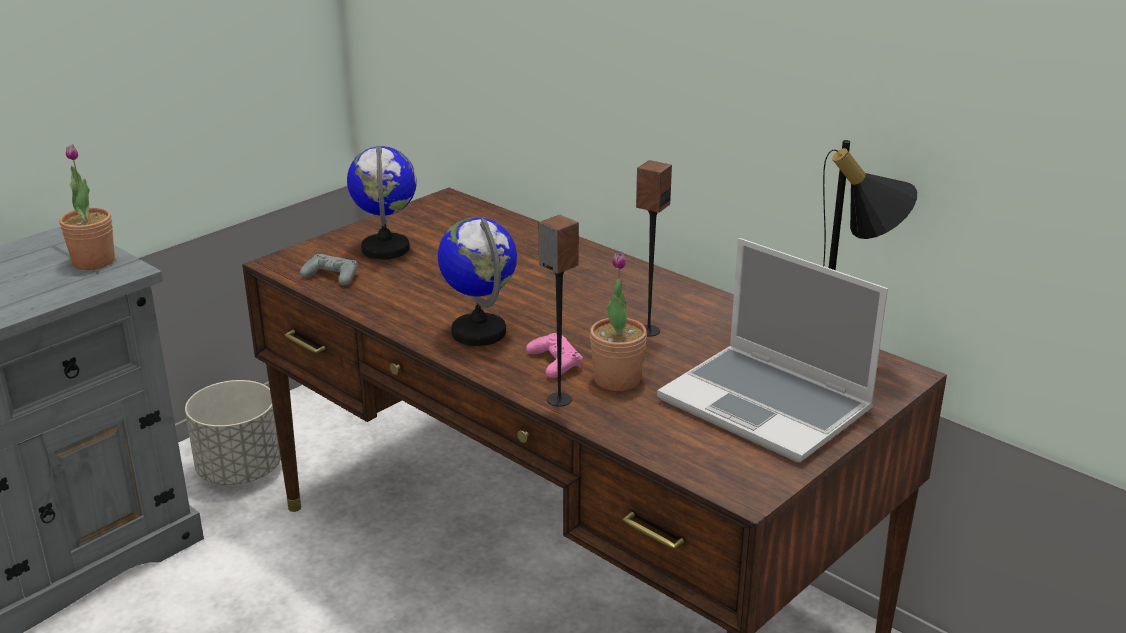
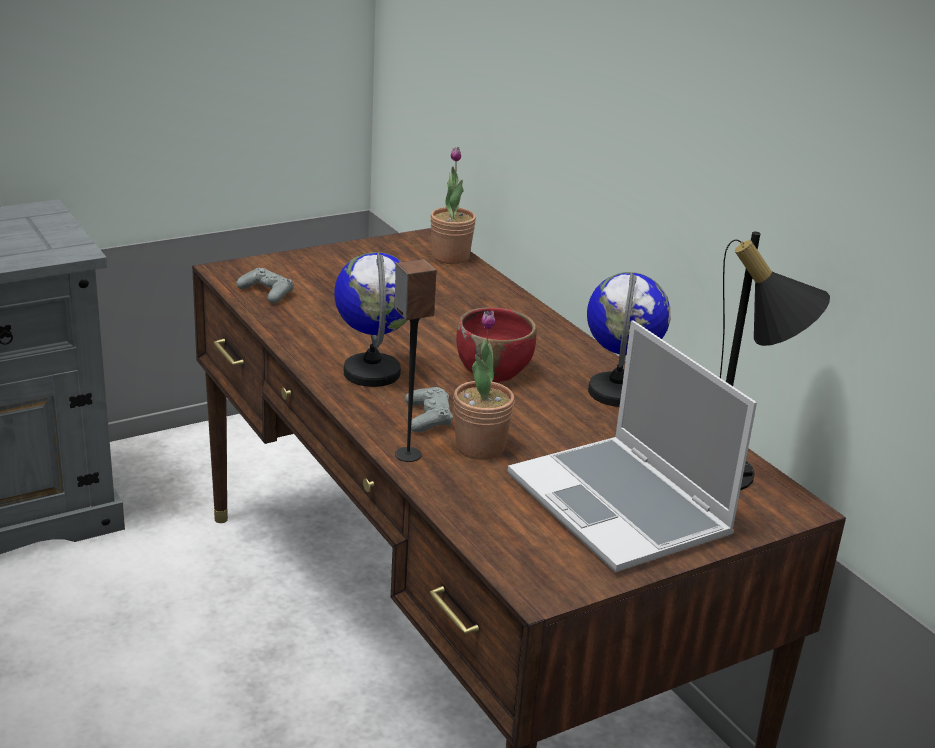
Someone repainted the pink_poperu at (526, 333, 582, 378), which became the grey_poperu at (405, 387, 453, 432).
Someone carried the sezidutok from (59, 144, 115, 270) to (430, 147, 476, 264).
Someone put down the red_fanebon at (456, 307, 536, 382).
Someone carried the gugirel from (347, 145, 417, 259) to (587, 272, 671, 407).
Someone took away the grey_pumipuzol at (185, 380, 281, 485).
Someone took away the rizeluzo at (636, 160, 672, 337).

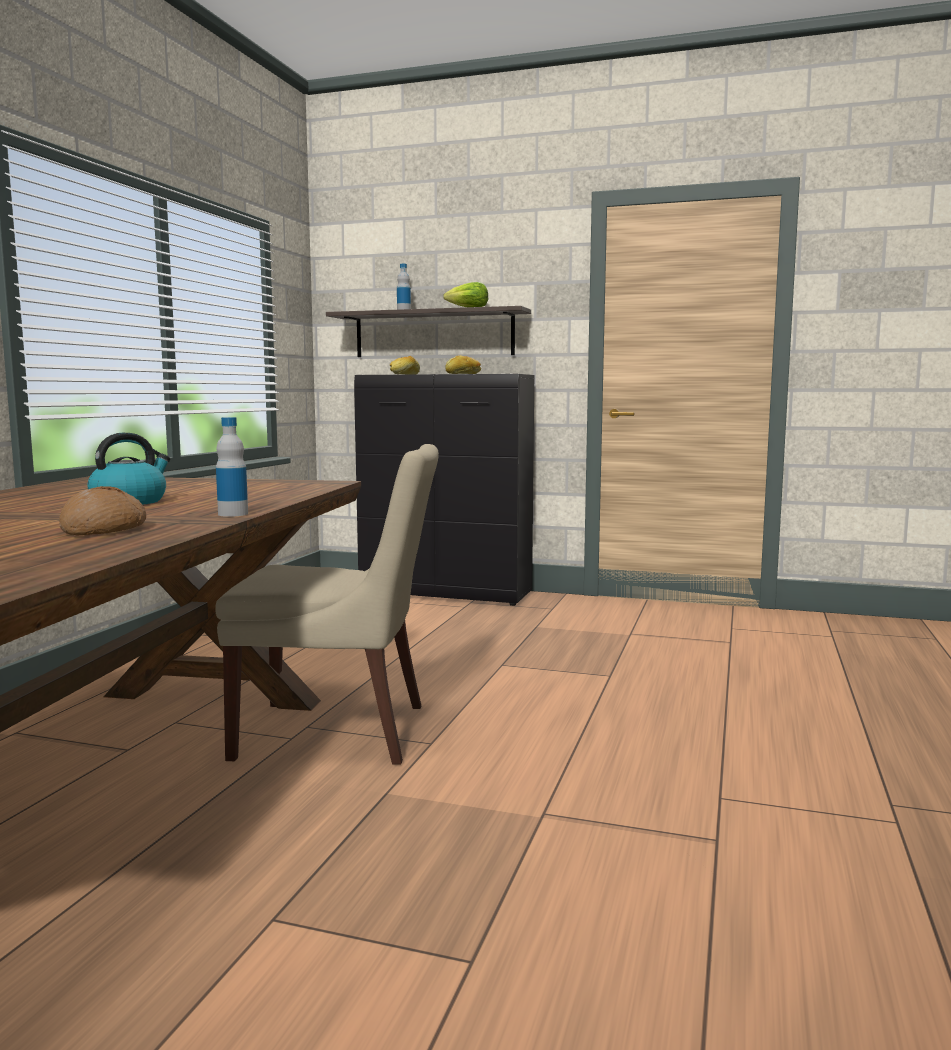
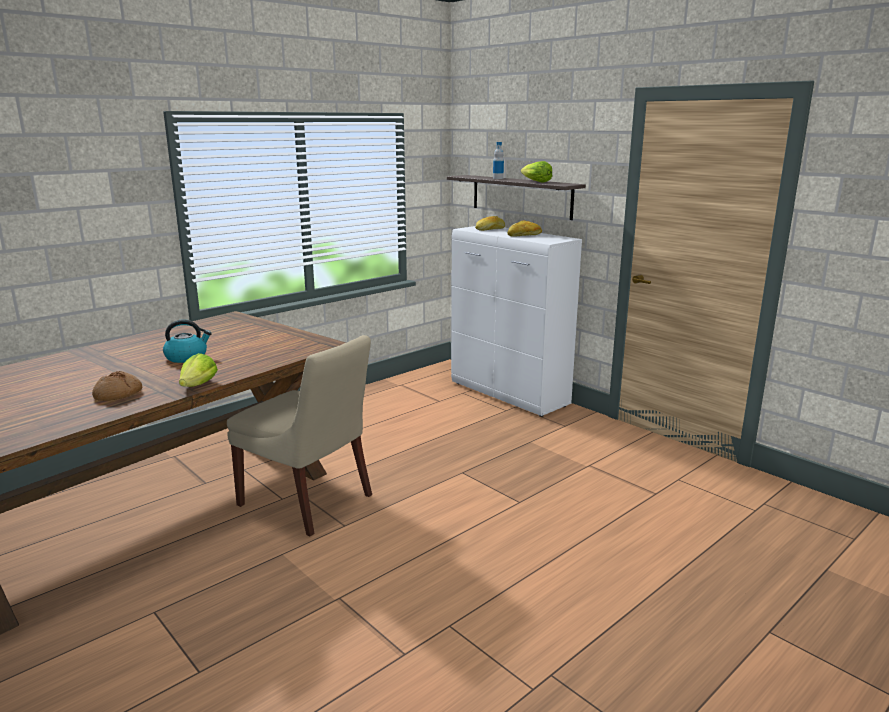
Someone swapped the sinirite at (216, 417, 248, 517) for the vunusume at (179, 353, 218, 387).
Someone repainted the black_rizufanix at (354, 374, 534, 606), which became the white_rizufanix at (451, 226, 582, 417).

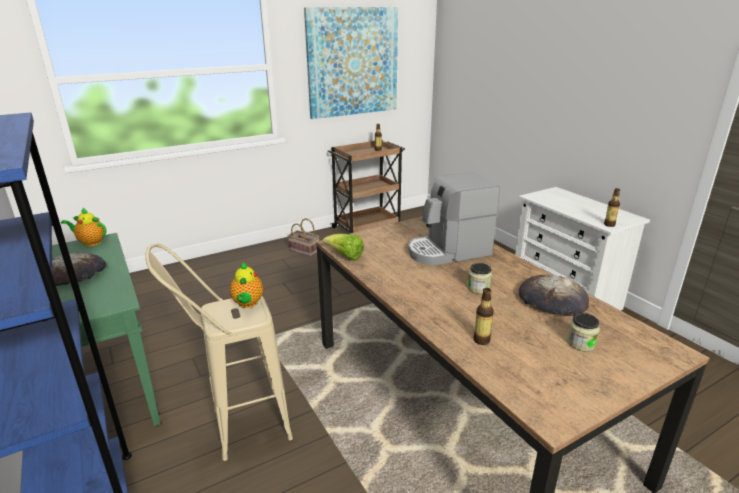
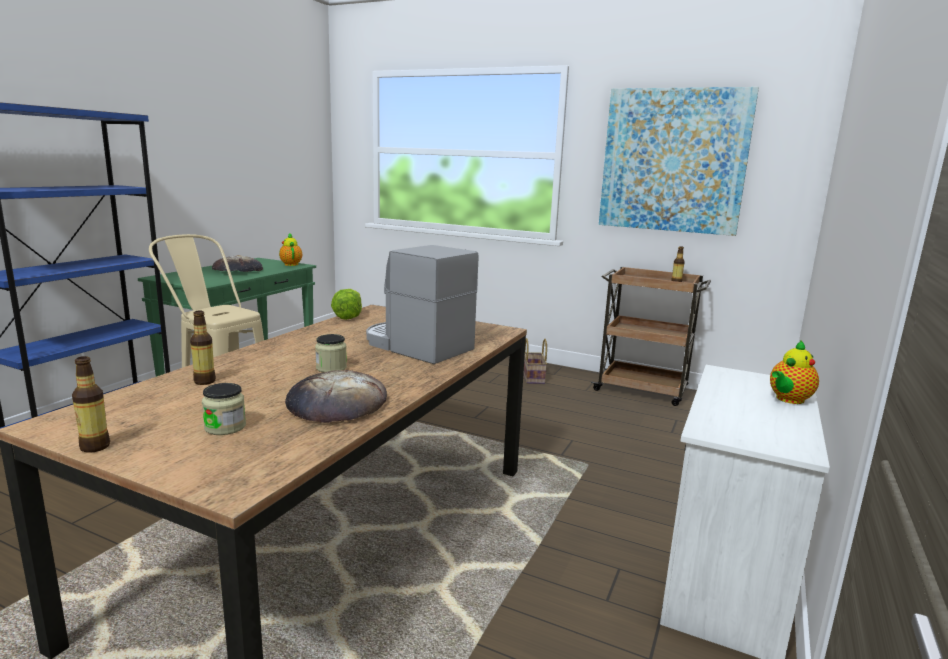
Someone carried the sinirite from (604, 188, 620, 227) to (72, 356, 110, 453).
Someone carried the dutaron from (230, 262, 263, 308) to (770, 340, 819, 404).

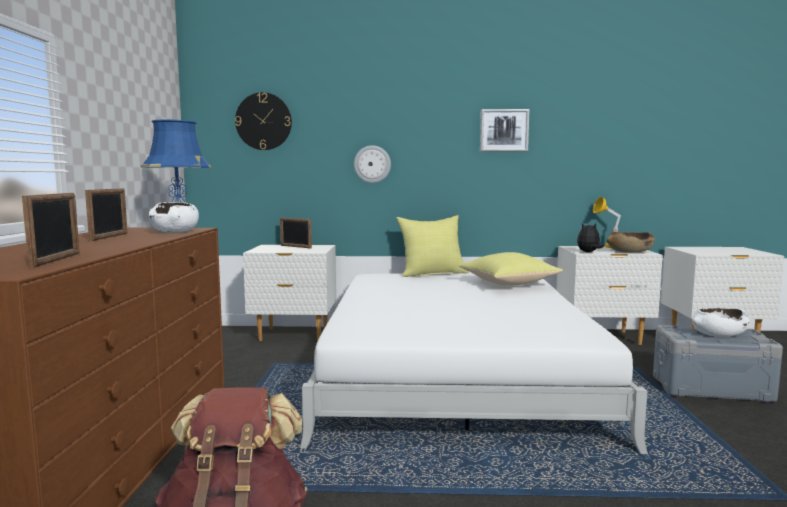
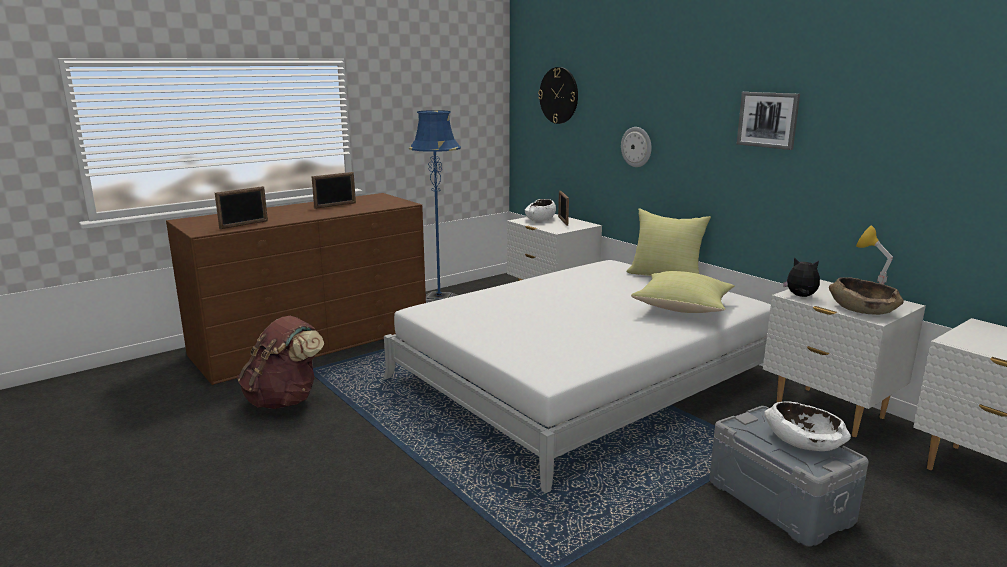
Someone carried the white_fanebon from (149, 202, 199, 232) to (525, 199, 556, 221).

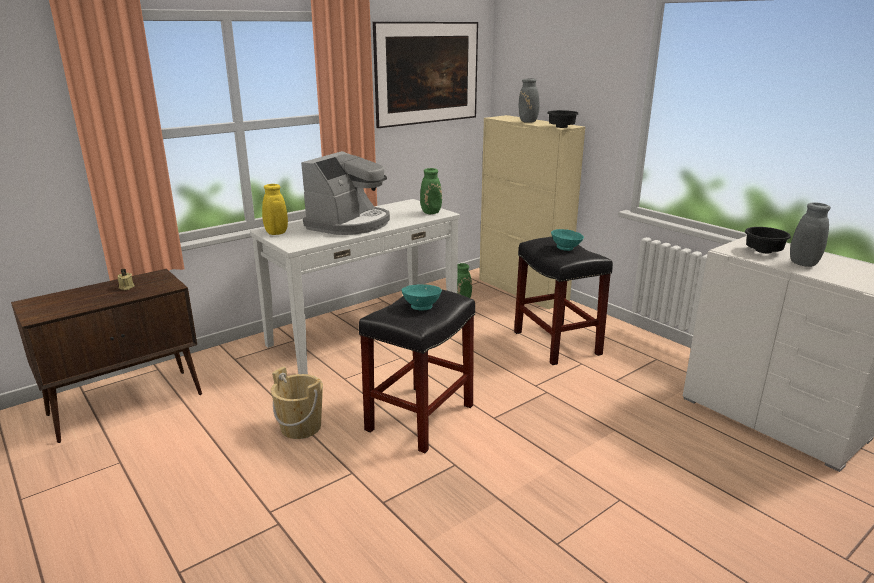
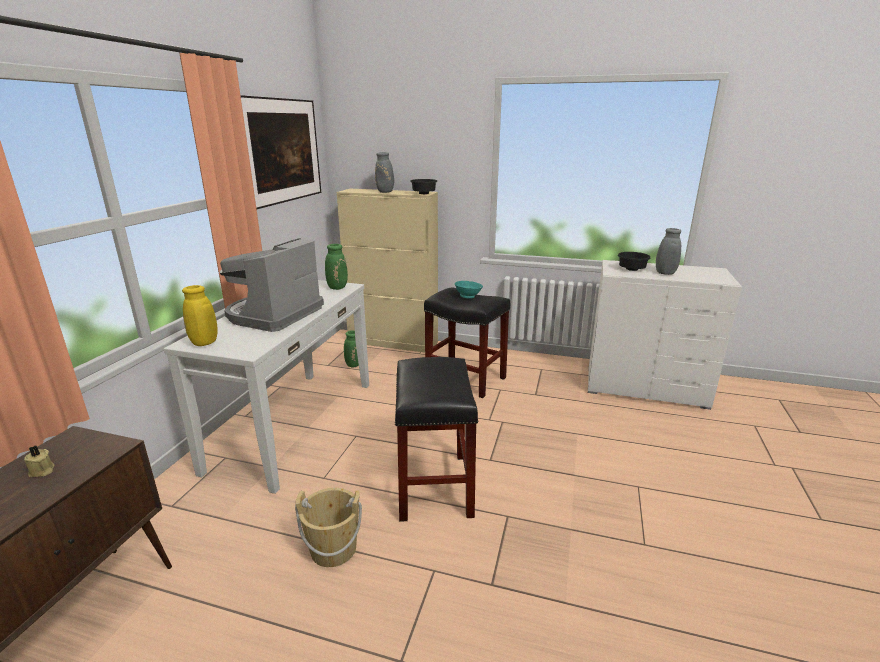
Someone rotated the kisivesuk at (301, 151, 390, 235) by 150 degrees counterclockwise.
Someone took away the turquoise_fanebon at (402, 284, 442, 310).

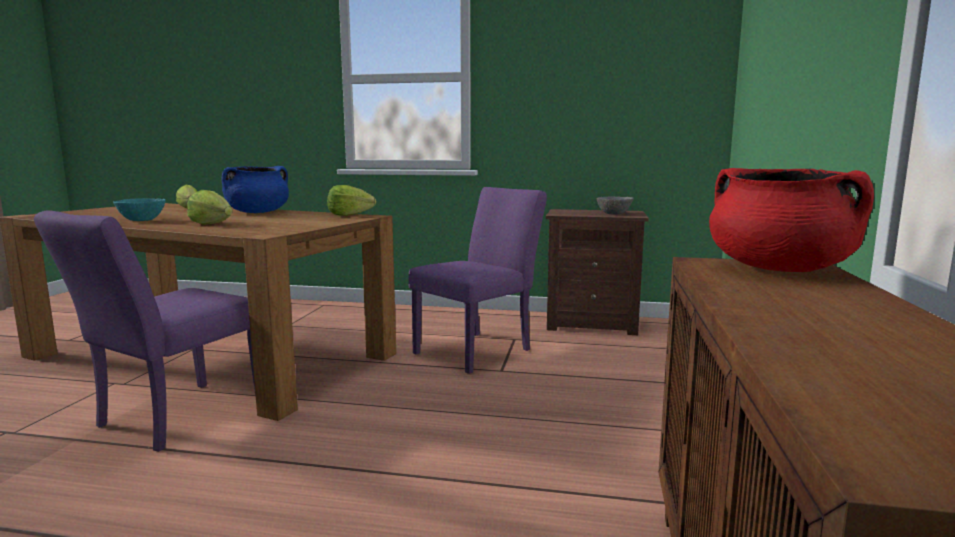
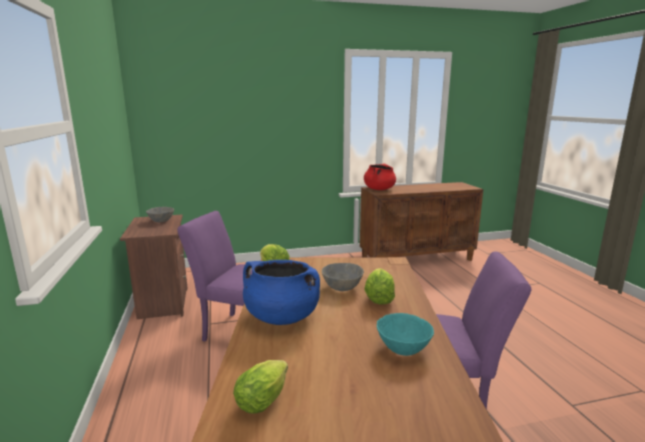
Someone put down the grey_fanebon at (322, 263, 364, 291).

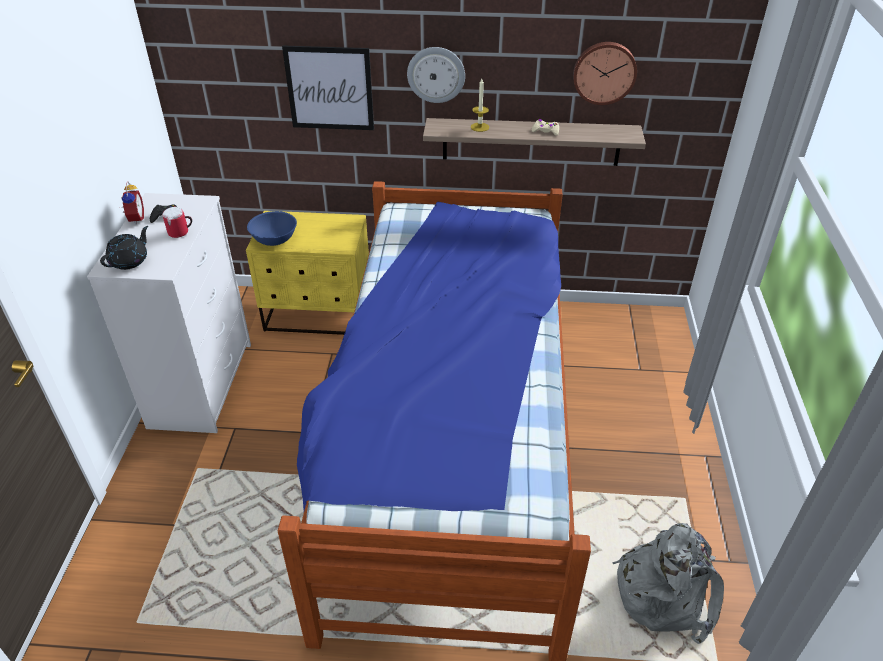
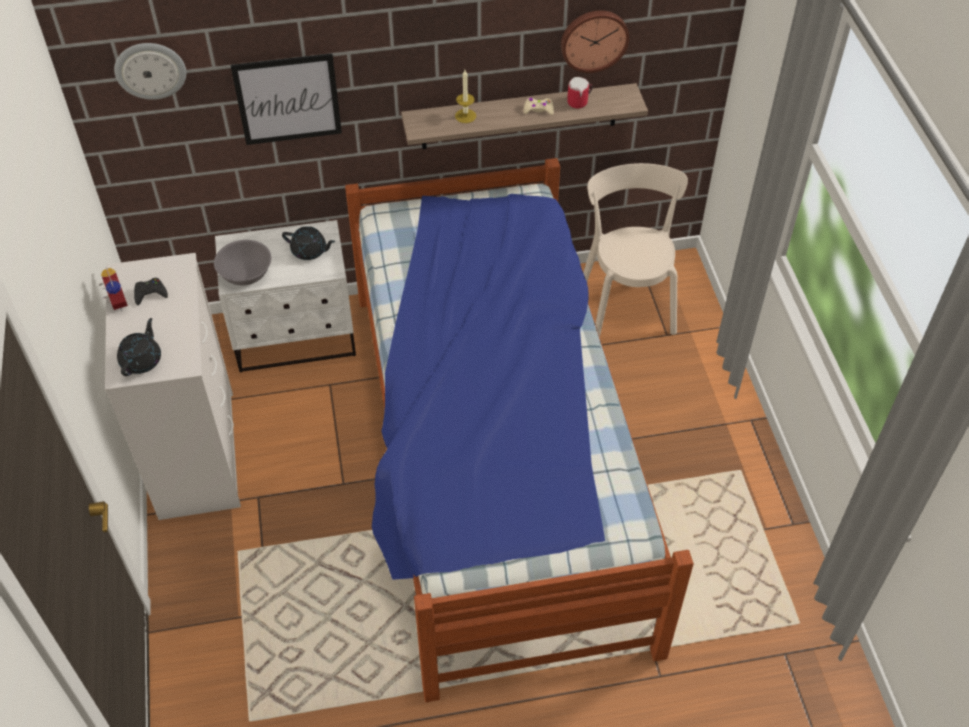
Someone carried the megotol from (407, 47, 465, 103) to (114, 43, 186, 100).
Someone repainted the blue_fanebon at (247, 211, 297, 246), which became the grey_fanebon at (214, 240, 271, 285).
Someone repainted the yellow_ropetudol at (246, 211, 369, 335), which became the white_ropetudol at (215, 220, 356, 373).
Someone put down the black_dutaron at (282, 226, 335, 260).
Someone carried the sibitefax from (162, 207, 192, 238) to (567, 77, 593, 108).
Someone put down the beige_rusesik at (583, 163, 688, 337).
Someone took away the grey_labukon at (613, 523, 724, 644).

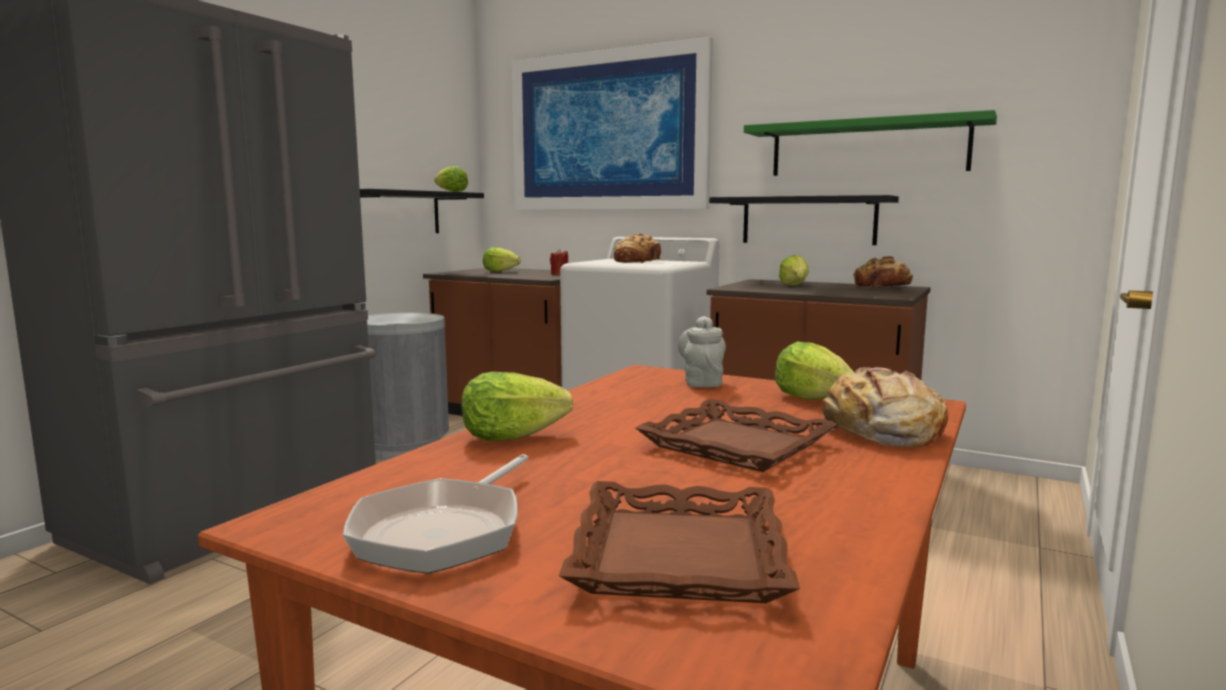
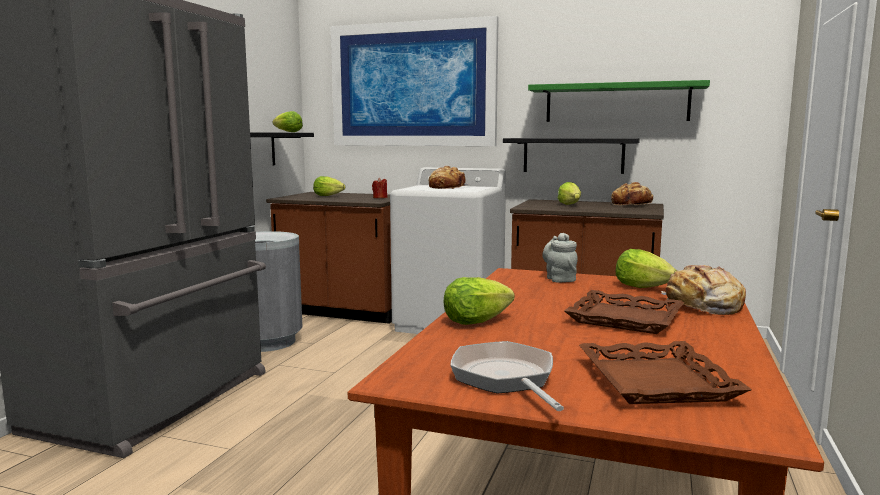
Someone rotated the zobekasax at (343, 454, 528, 574) by 150 degrees clockwise.

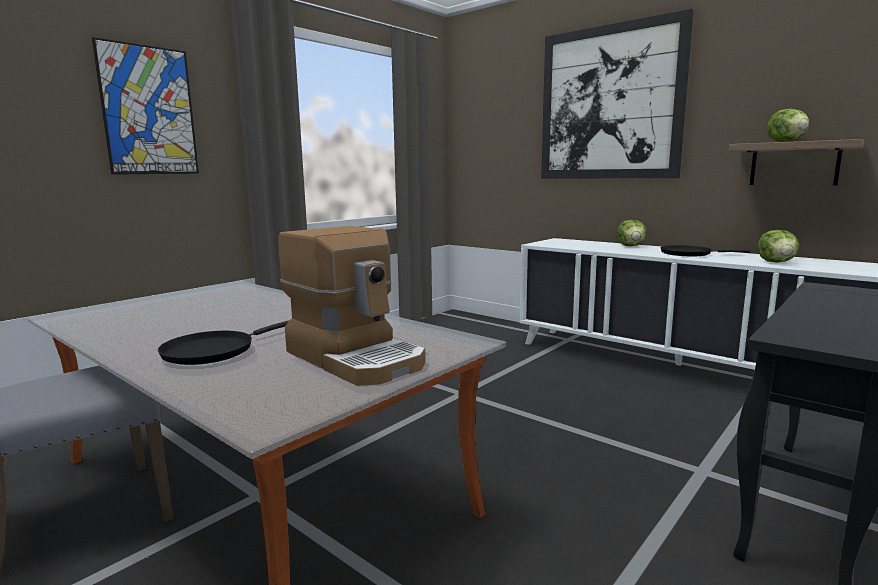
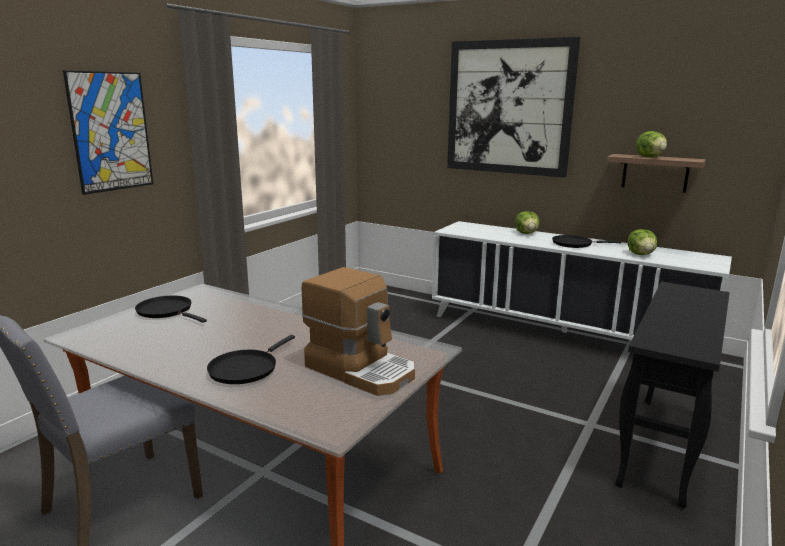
Someone put down the black_zobekasax at (135, 295, 207, 323).

